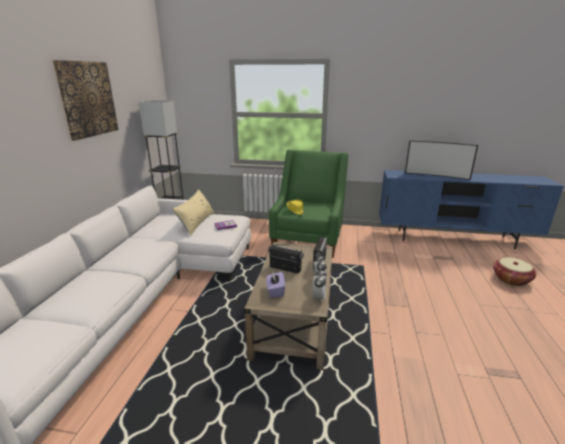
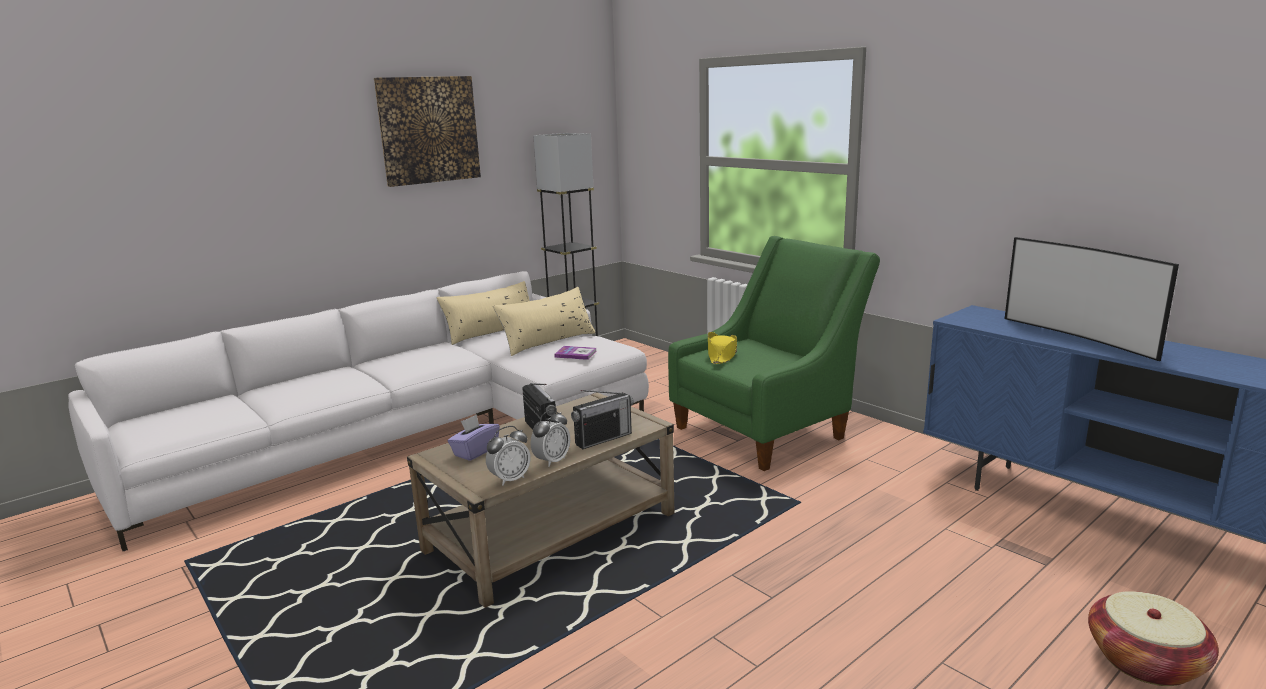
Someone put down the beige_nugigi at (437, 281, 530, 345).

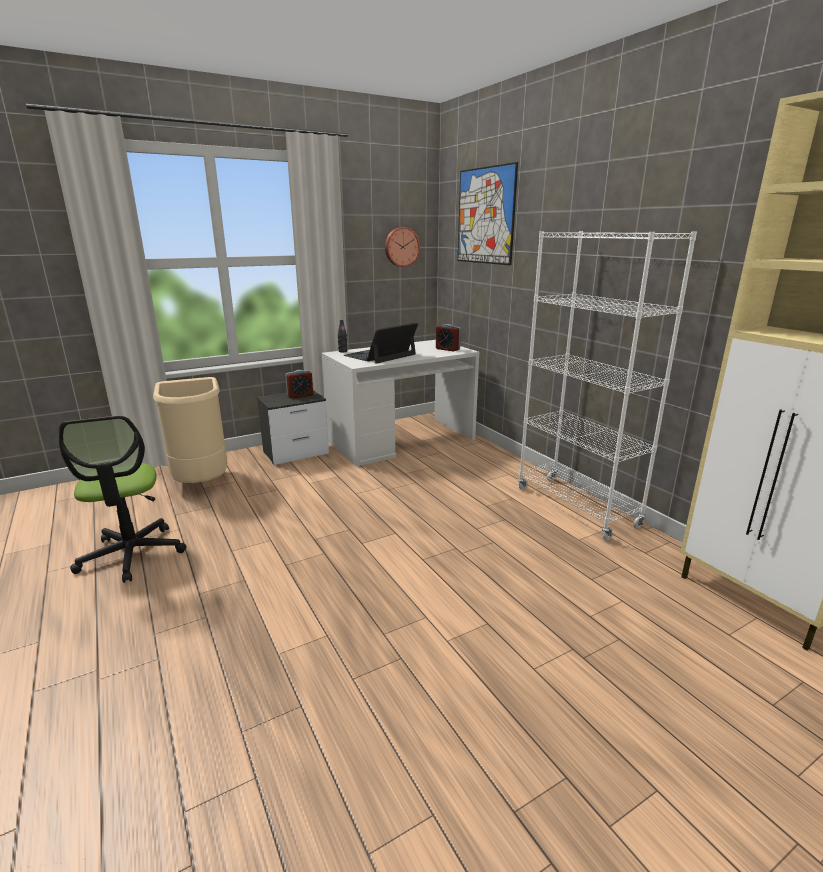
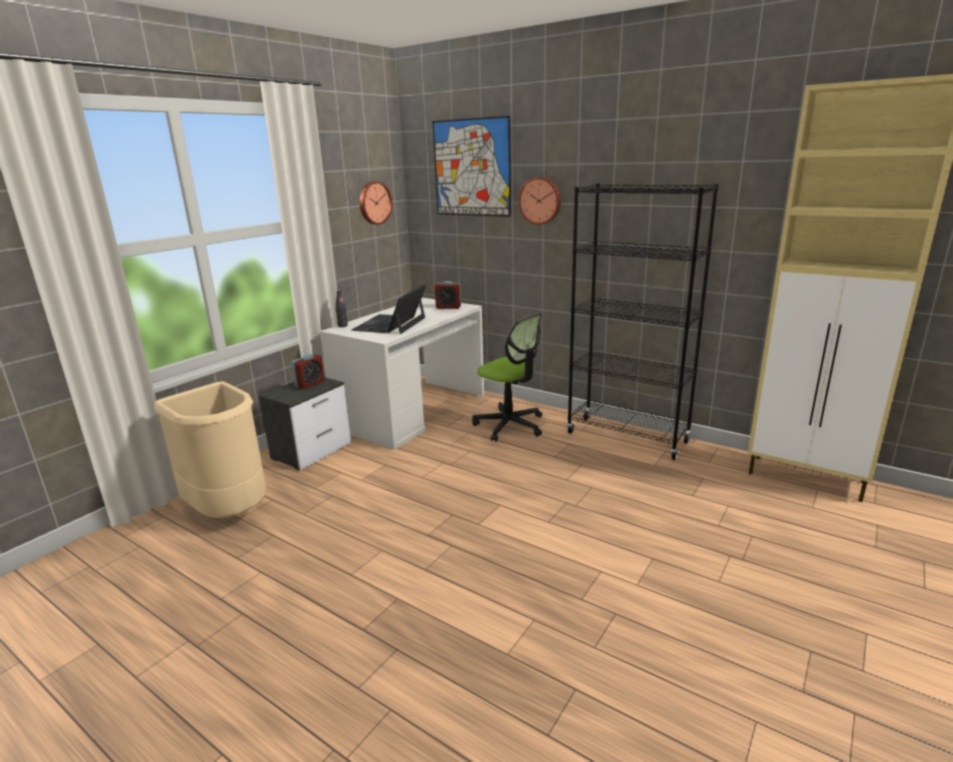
Someone carried the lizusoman from (59, 416, 187, 583) to (472, 312, 542, 442).
Someone put up the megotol at (518, 177, 561, 225).
Someone repainted the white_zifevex at (518, 231, 697, 540), which became the black_zifevex at (567, 183, 719, 460).

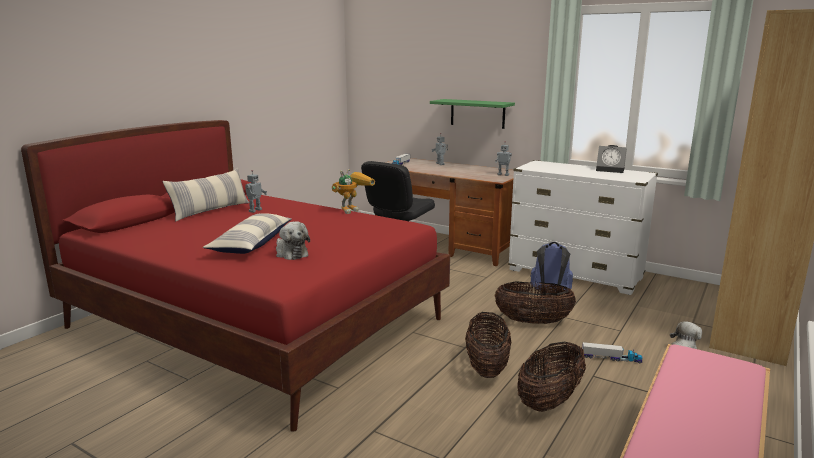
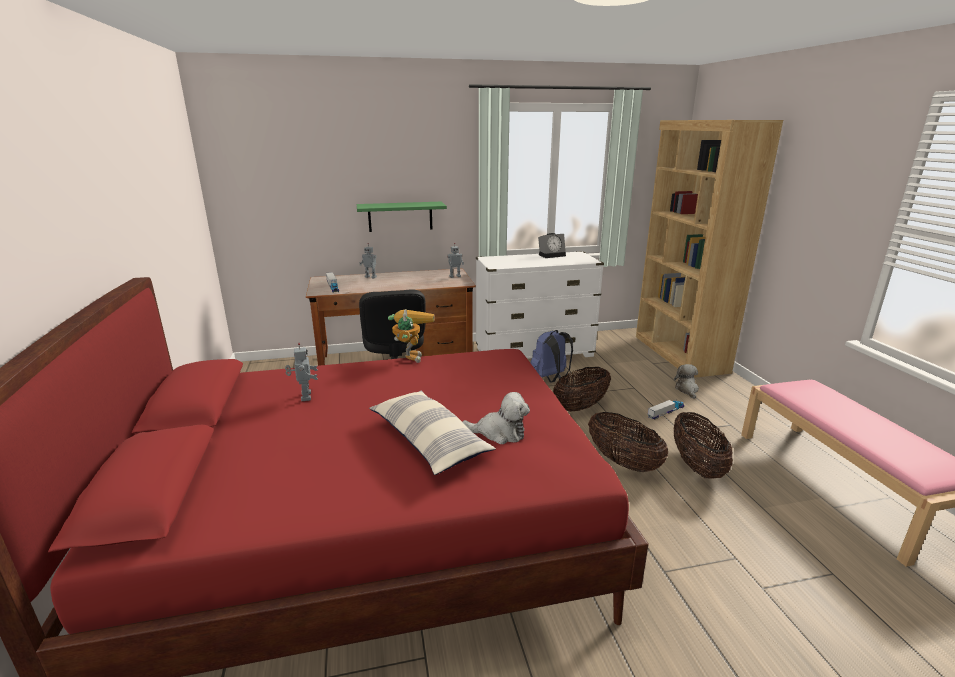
Someone took away the nugigi at (162, 168, 249, 222).

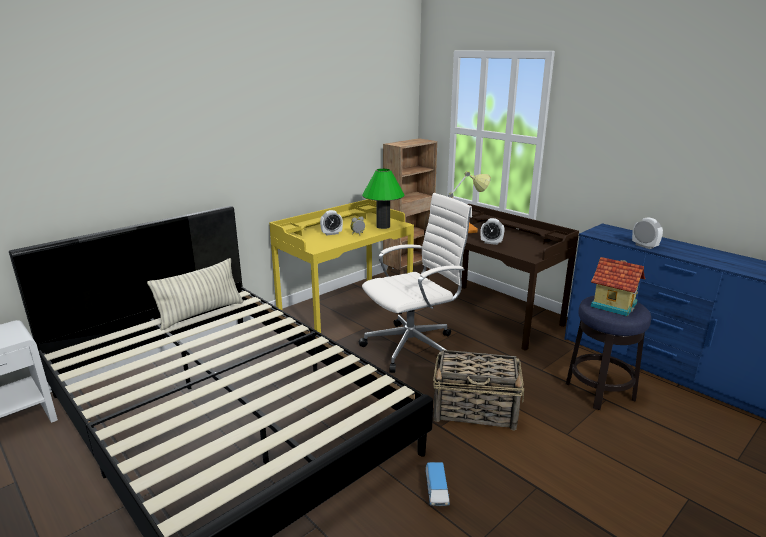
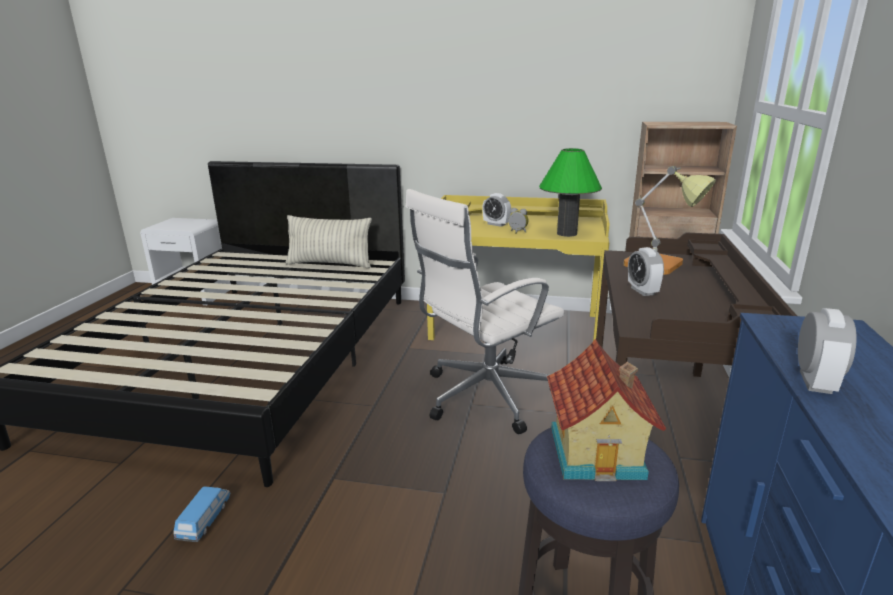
Someone rotated the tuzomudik at (425, 462, 450, 506) by 135 degrees clockwise.
Someone rotated the white_lizusoman at (359, 193, 472, 373) by 120 degrees clockwise.
Someone took away the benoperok at (433, 350, 524, 431).

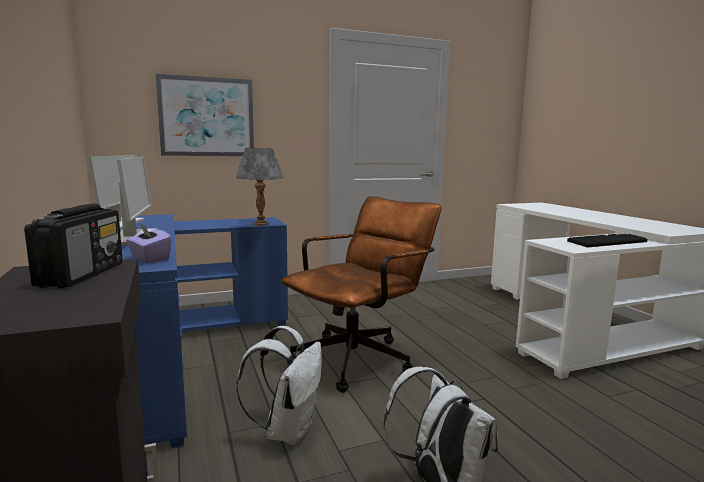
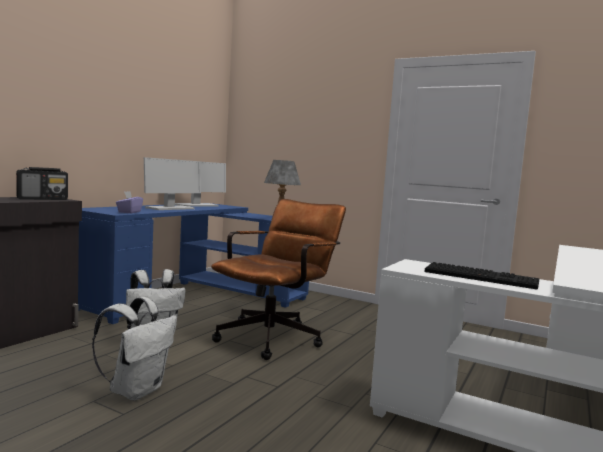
Someone rotated the brown_lizusoman at (282, 196, 442, 393) by 60 degrees counterclockwise.
Someone took away the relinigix at (156, 74, 254, 156).

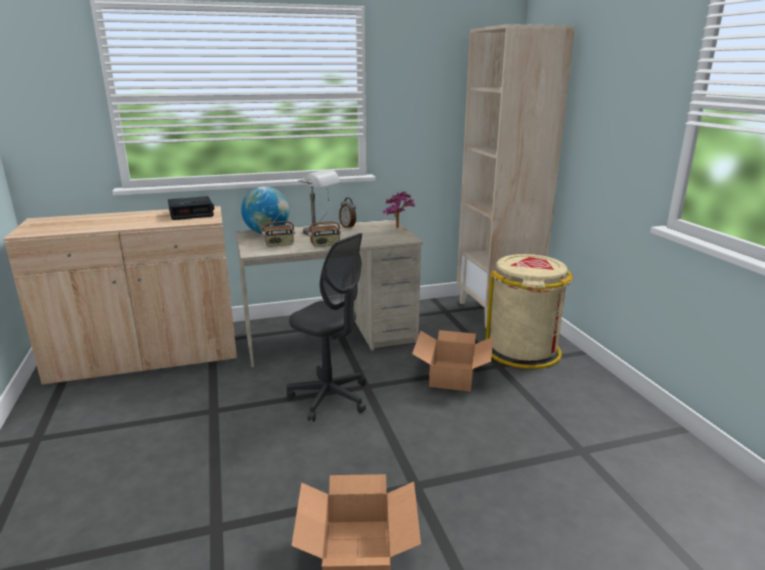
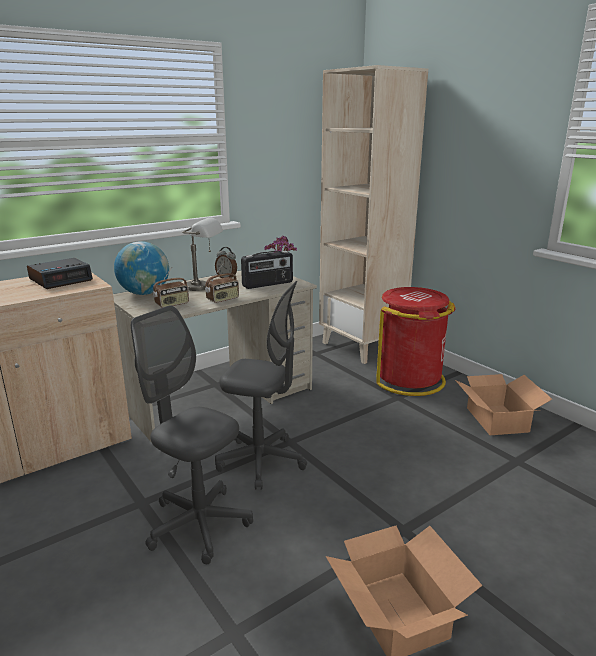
Someone put down the grey_lizusoman at (131, 305, 253, 564).
Someone put down the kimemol at (241, 251, 293, 289).
Someone repainted the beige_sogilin at (486, 254, 573, 369), which became the red_sogilin at (377, 287, 456, 396).
Someone carried the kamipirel from (412, 330, 493, 392) to (455, 374, 552, 435).

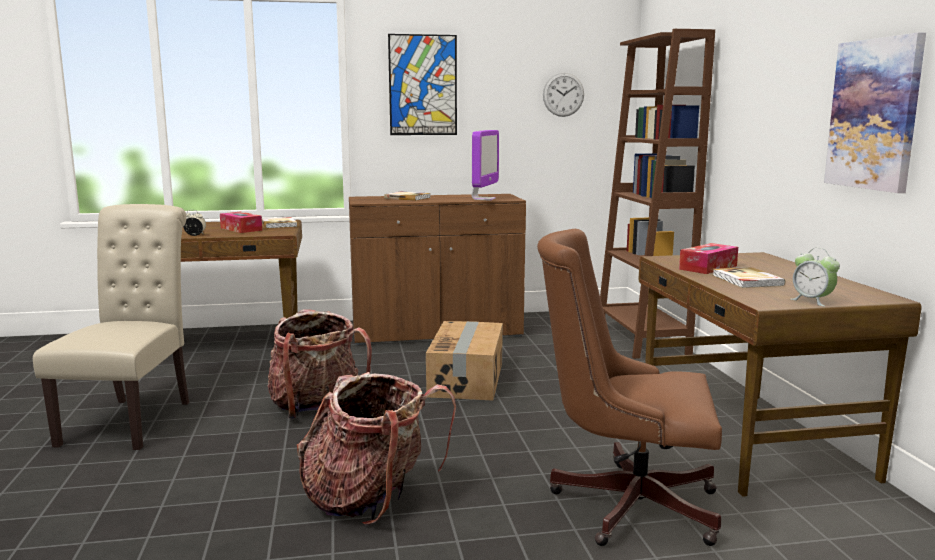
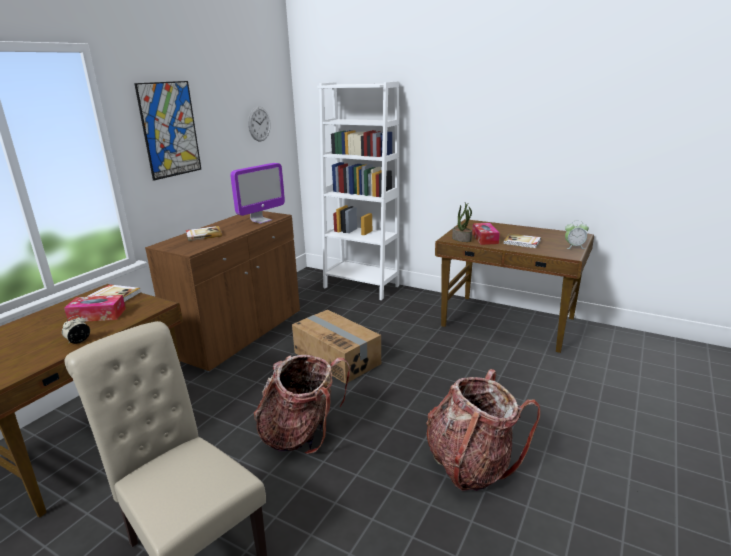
Someone rotated the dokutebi at (472, 130, 499, 200) by 75 degrees clockwise.
Someone repainted the brown_zifevex at (600, 29, 715, 359), which became the white_zifevex at (317, 81, 399, 300).
Someone put down the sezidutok at (452, 203, 472, 242).
Someone took away the brown_lizusoman at (537, 229, 722, 546).
Someone took away the relinigix at (824, 33, 926, 193).

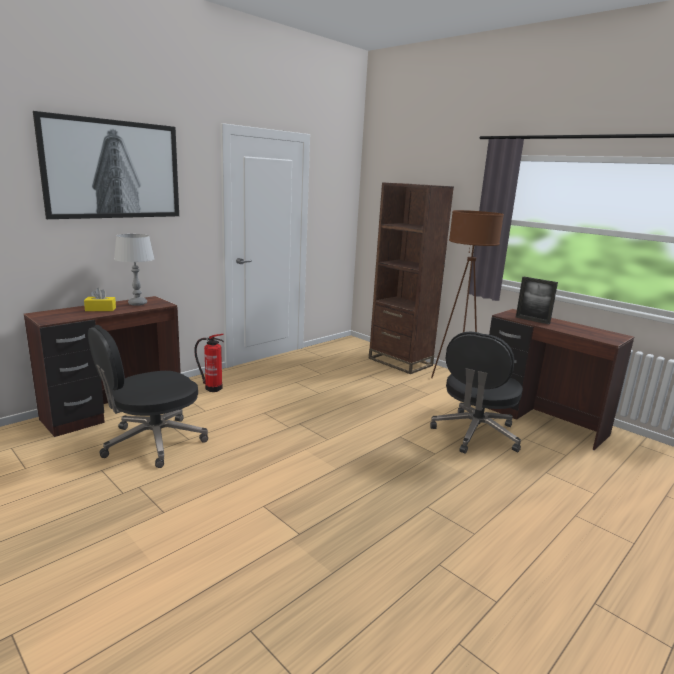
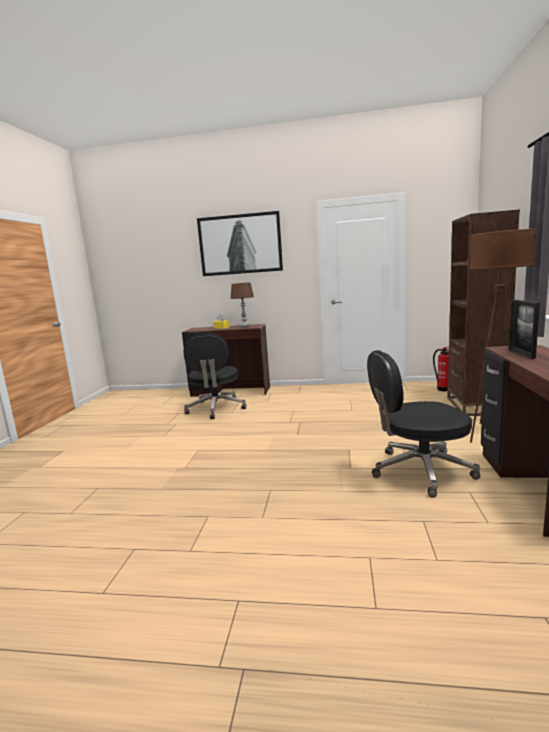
Someone rotated the black_lizusoman at (88, 325, 208, 468) by 105 degrees counterclockwise.
Someone repainted the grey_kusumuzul at (114, 234, 155, 306), which became the brown_kusumuzul at (230, 283, 254, 327).
Someone carried the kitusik from (194, 334, 224, 392) to (433, 347, 449, 392).

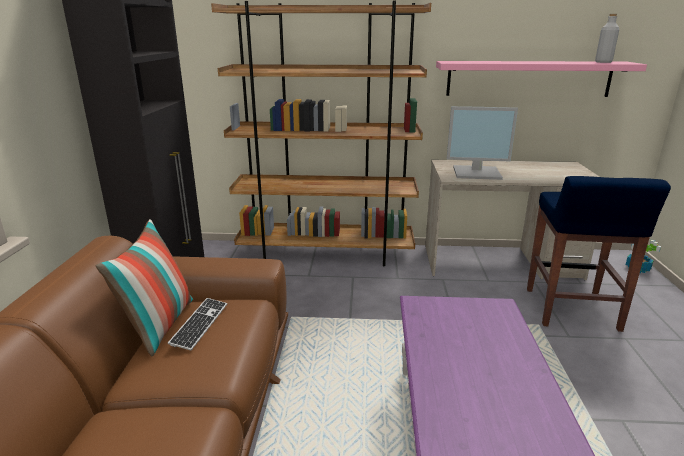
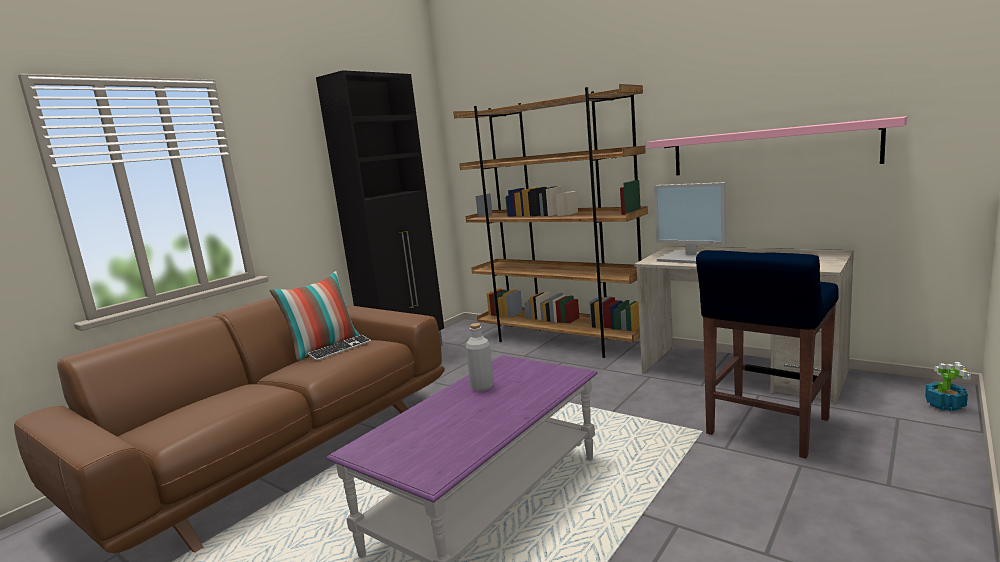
Someone carried the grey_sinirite from (595, 14, 619, 63) to (466, 323, 494, 391).

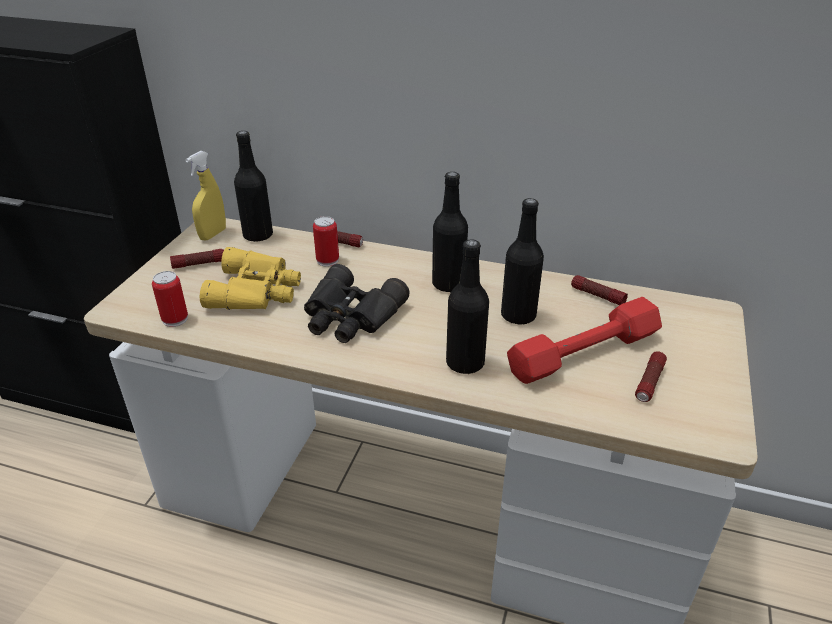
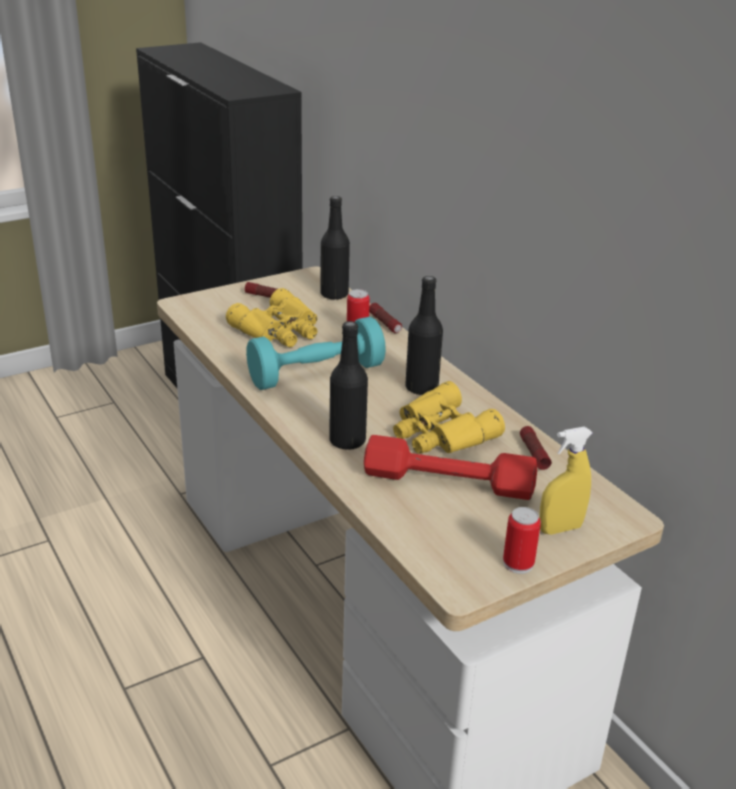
Someone swapped the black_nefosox at (304, 264, 409, 343) for the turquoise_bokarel at (246, 317, 386, 390).
Someone swapped the black_sinirite at (501, 198, 544, 324) for the yellow_nefosox at (393, 381, 505, 454).
Someone carried the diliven from (152, 271, 188, 327) to (503, 507, 541, 574).
Someone carried the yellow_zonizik from (185, 151, 226, 241) to (540, 427, 593, 535).
Someone took away the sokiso at (635, 351, 667, 402).

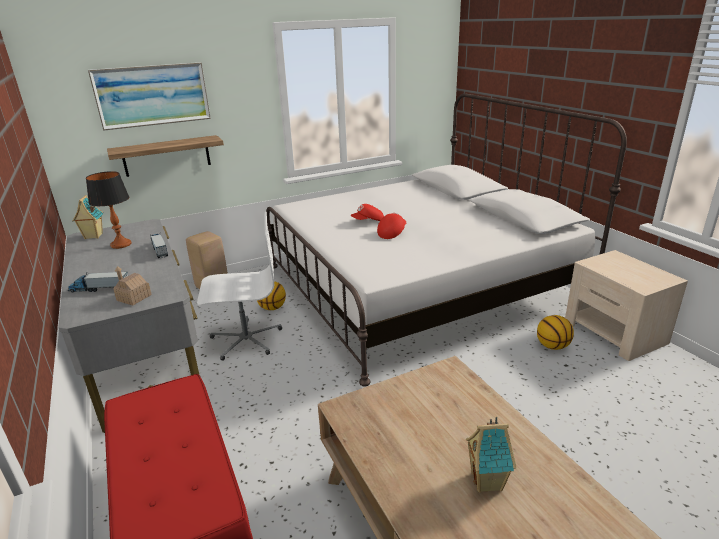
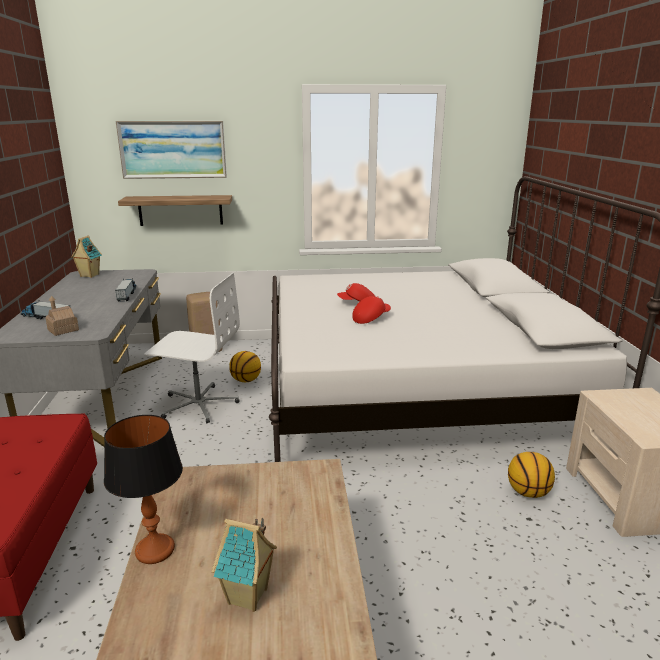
Someone carried the kusumuzul from (86, 171, 132, 249) to (104, 415, 183, 564).

